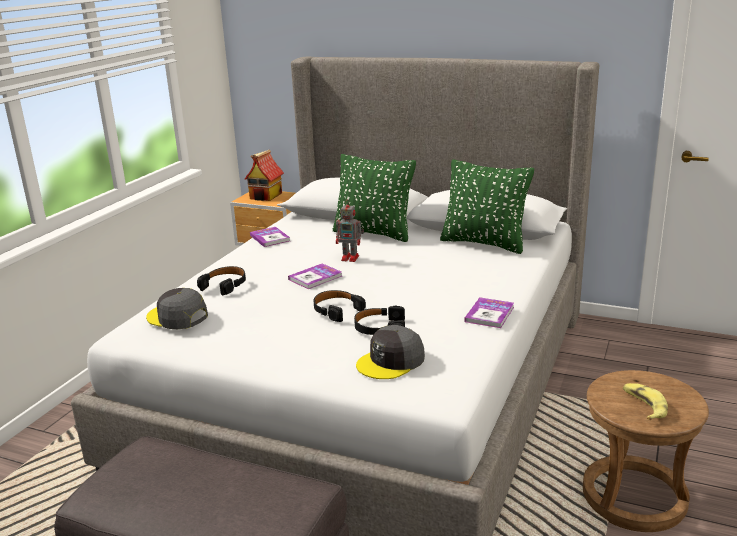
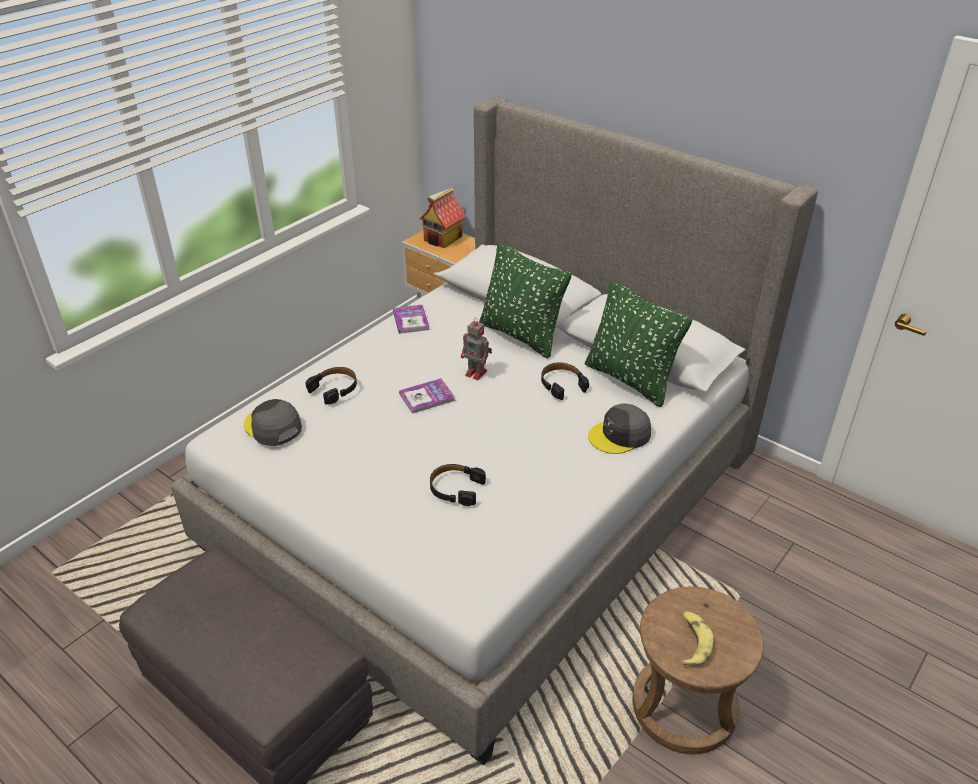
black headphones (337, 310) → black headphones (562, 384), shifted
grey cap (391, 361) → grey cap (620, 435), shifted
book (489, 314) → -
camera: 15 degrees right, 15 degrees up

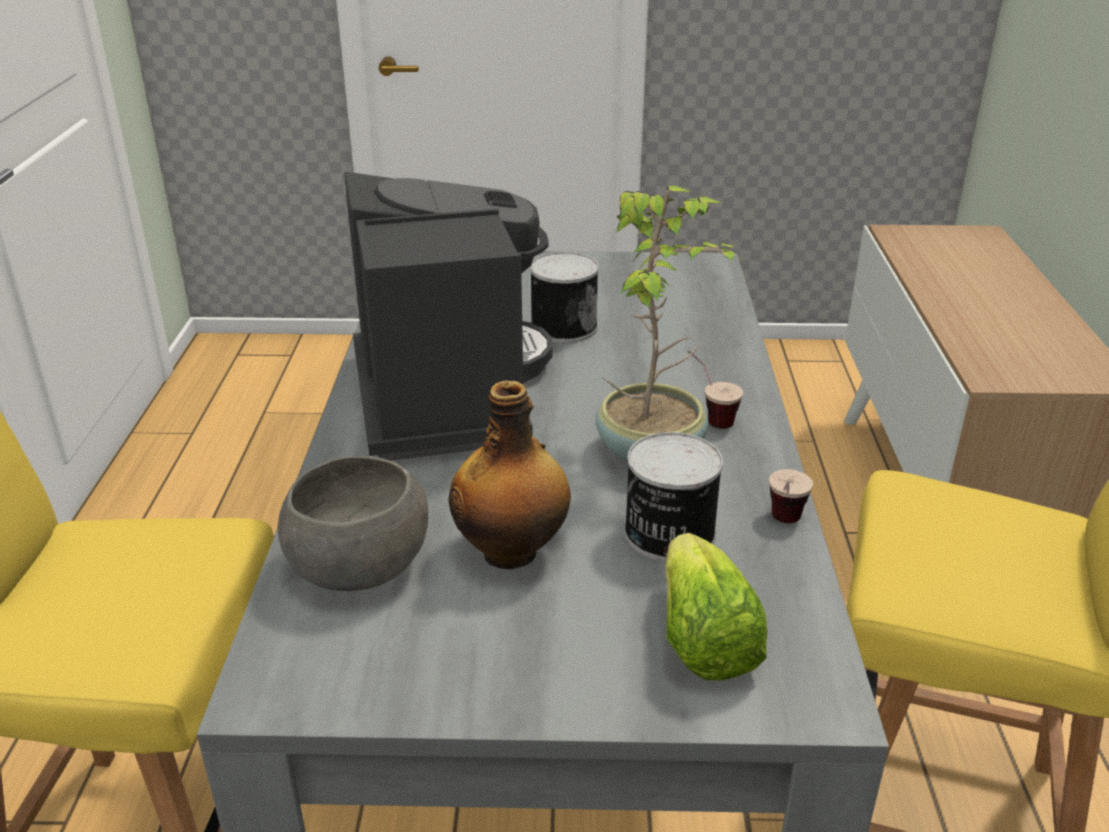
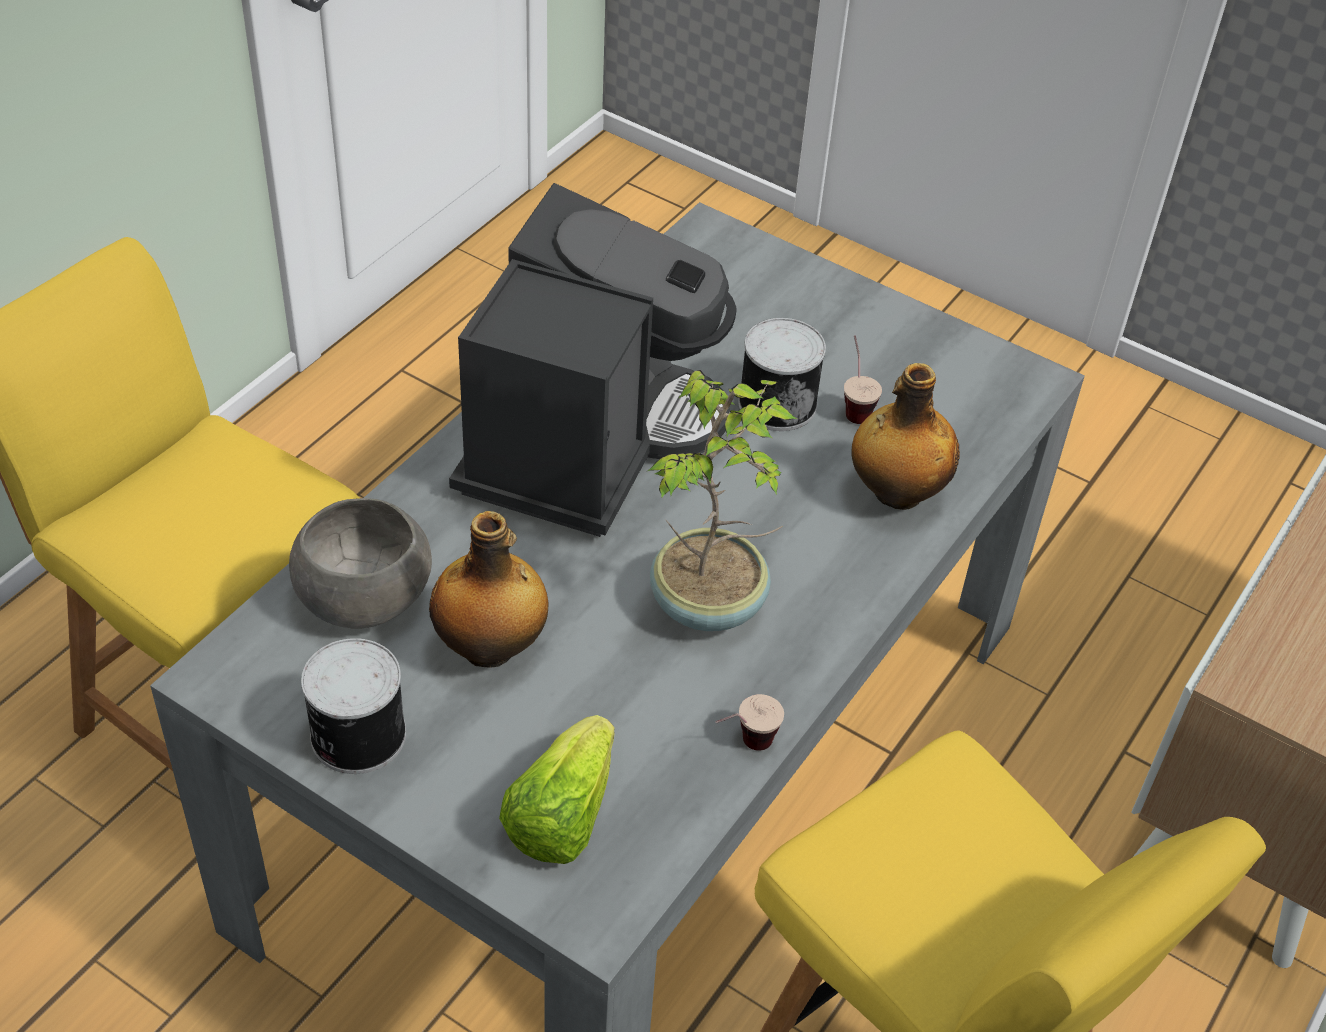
can (668, 534) → can (355, 735), shifted
cup (709, 416) → cup (854, 405), shifted
- → bottle (896, 493)
camera: 30 degrees right, 15 degrees up

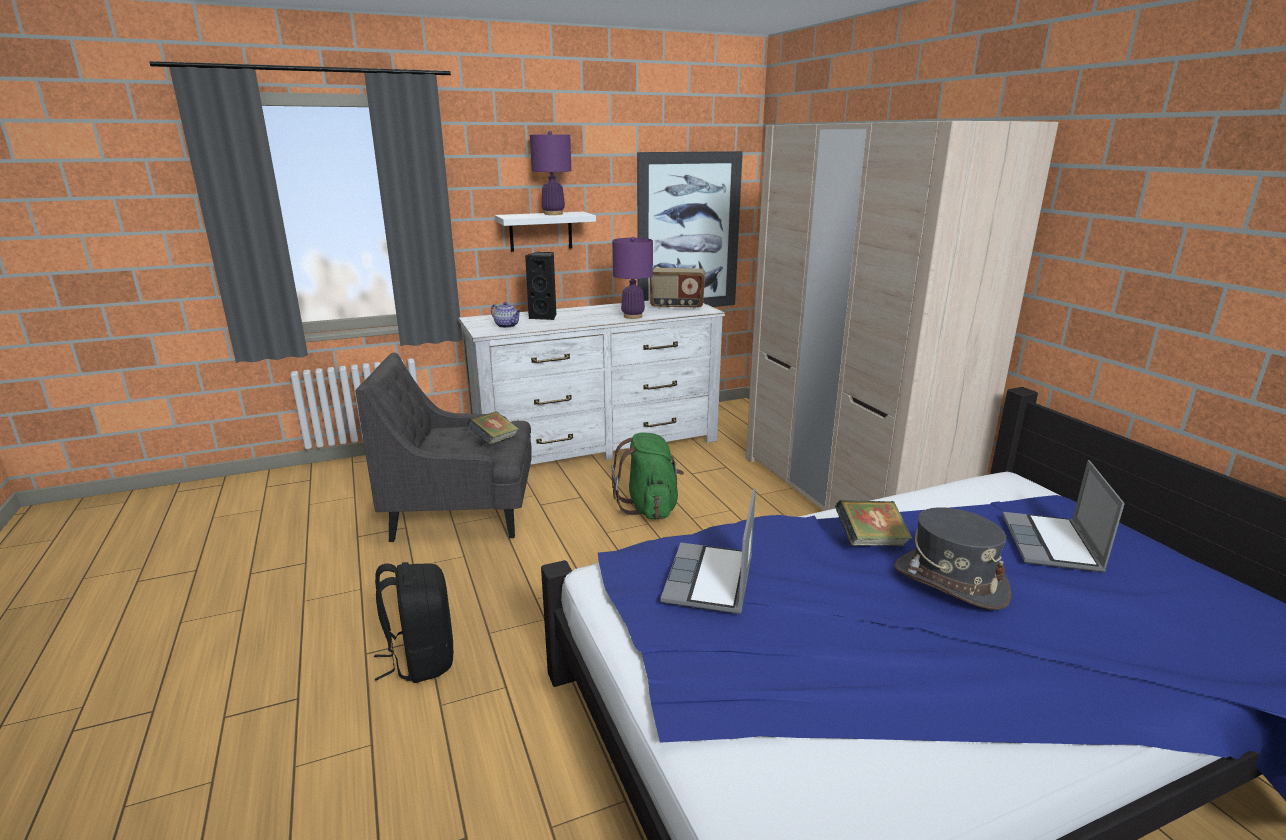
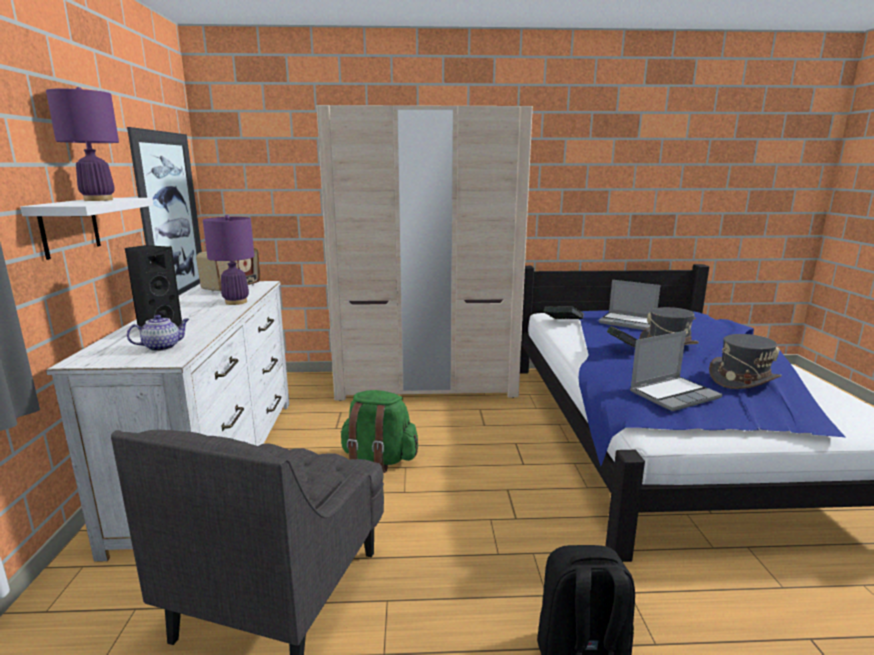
book (494, 441) → book (563, 323), shifted
laptop (710, 581) → laptop (674, 394), 60 degrees counterclockwise
- → grey hat (742, 379)
camera: 70 degrees left, 5 degrees down

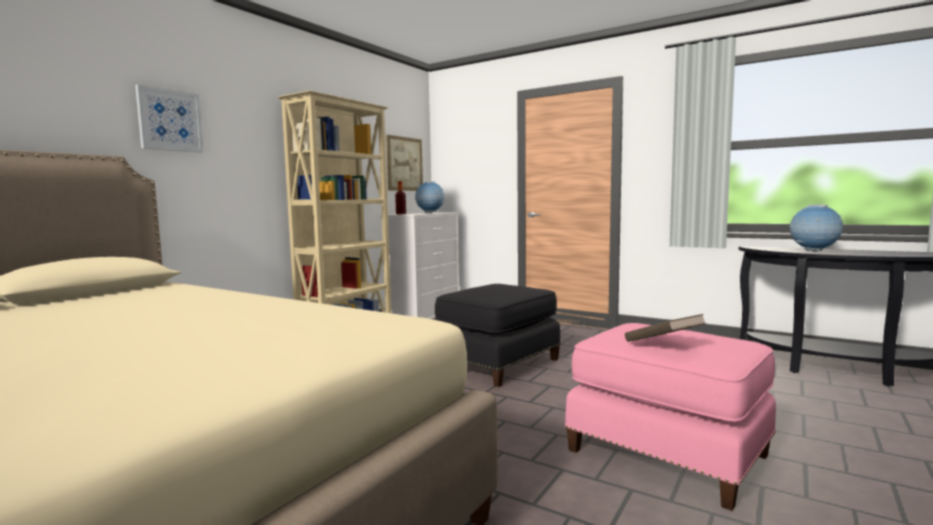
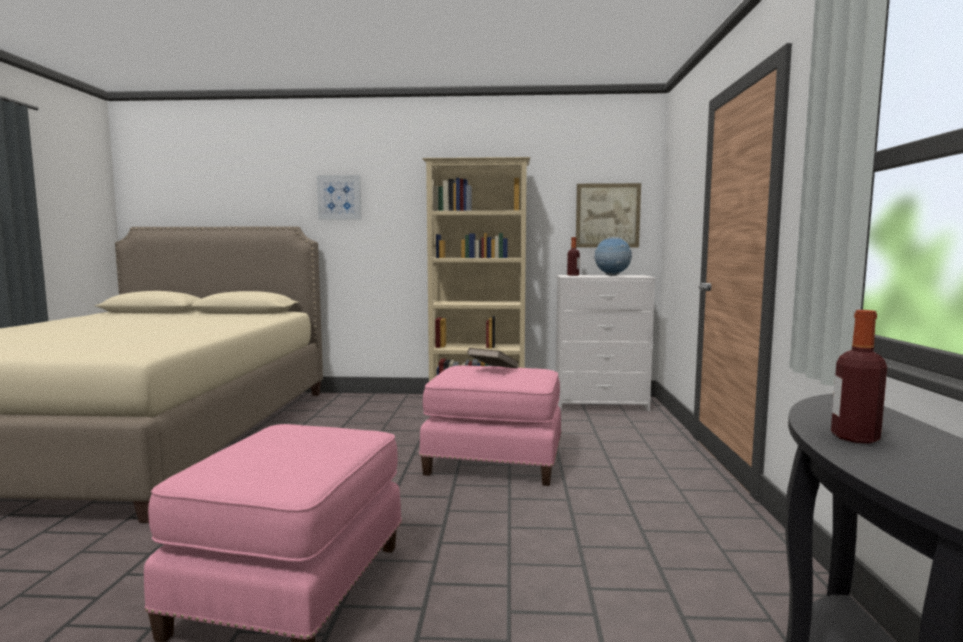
black ottoman (497, 363) → pink ottoman (494, 461)
brown book (663, 344) → brown book (493, 370), shifted
globe (814, 251) → bottle (854, 438)
camera: 60 degrees right, 0 degrees up

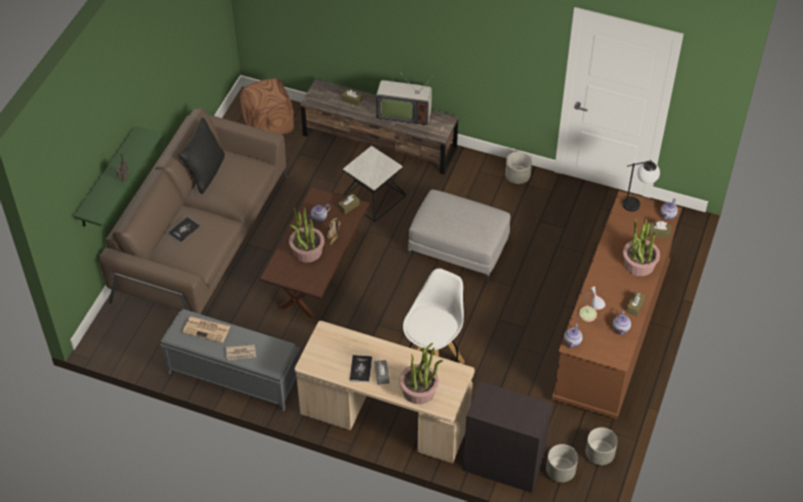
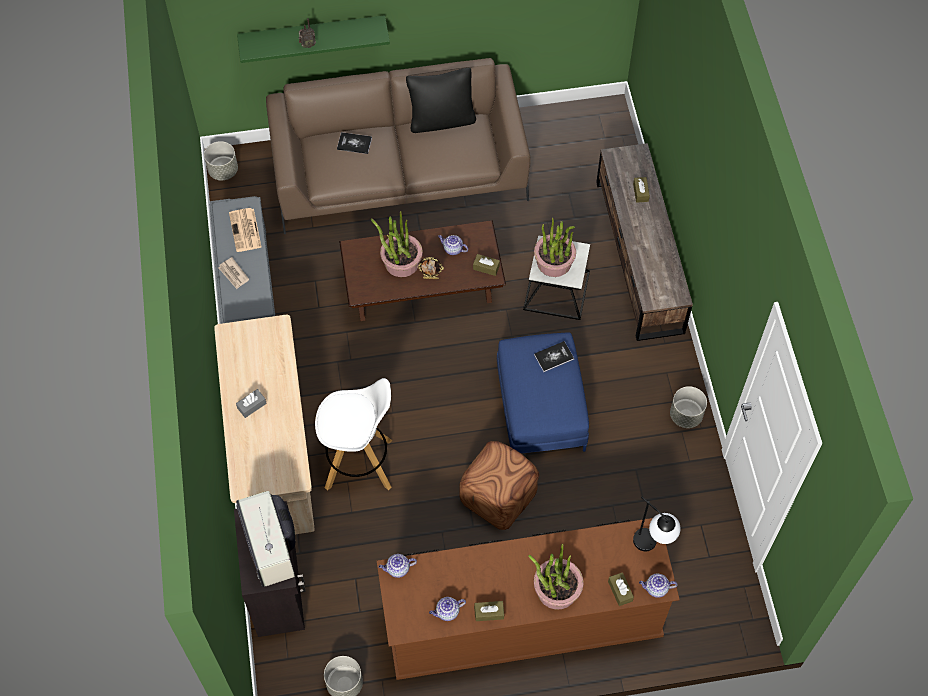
brown ottoman (268, 125) → brown ottoman (497, 497), shifted
book (360, 369) → book (554, 357), shifted
television (403, 114) → television (272, 546), shifted
potted plant (419, 390) → potted plant (554, 262), shifted
grey ottoman (458, 248) → blue ottoman (539, 407)
grey planter (560, 471) → grey planter (223, 170), shifted
table lamp (590, 317) → -
camera: 60 degrees right, 10 degrees up

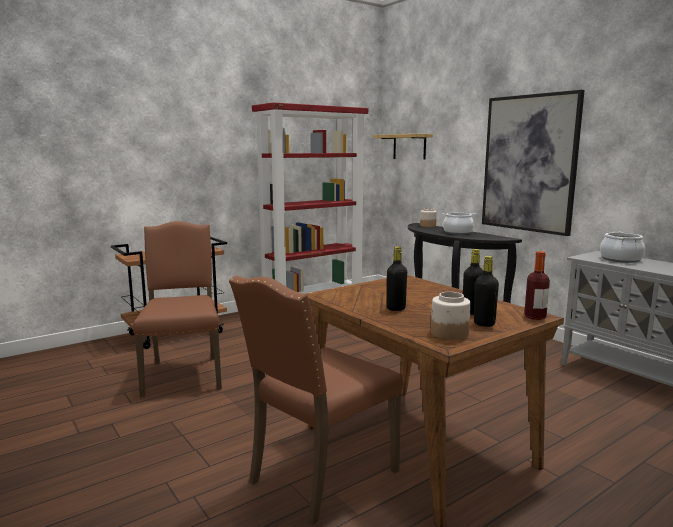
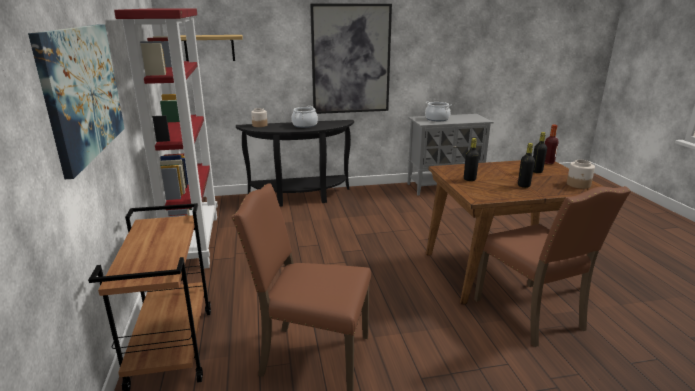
black bottle (484, 324) → black bottle (469, 179), shifted
- → picture (83, 92)
camera: 65 degrees left, 10 degrees up

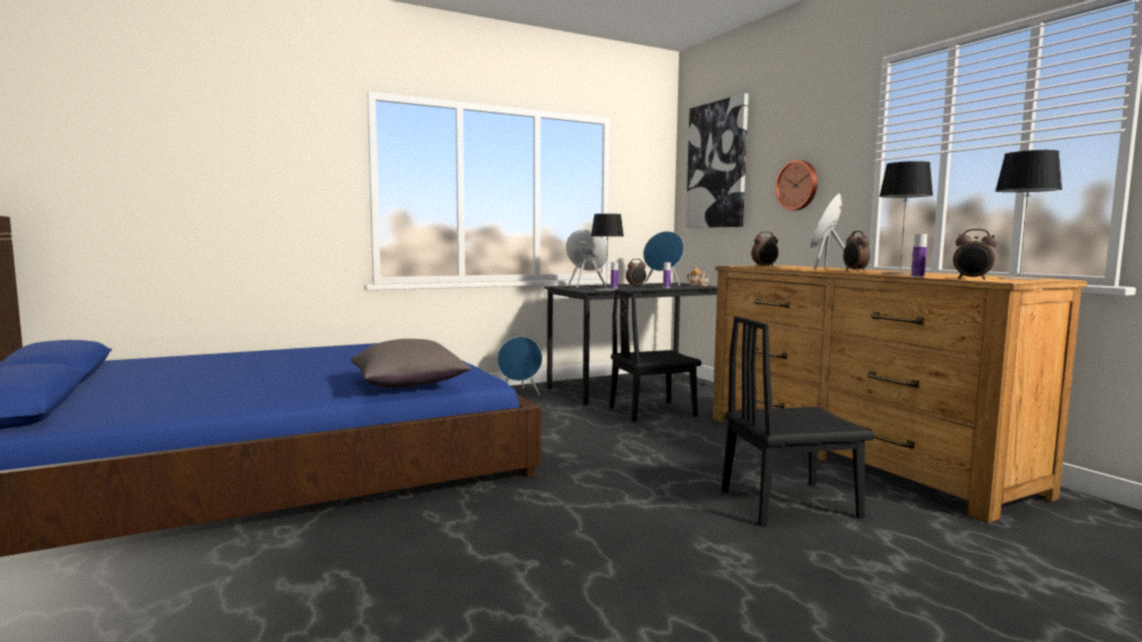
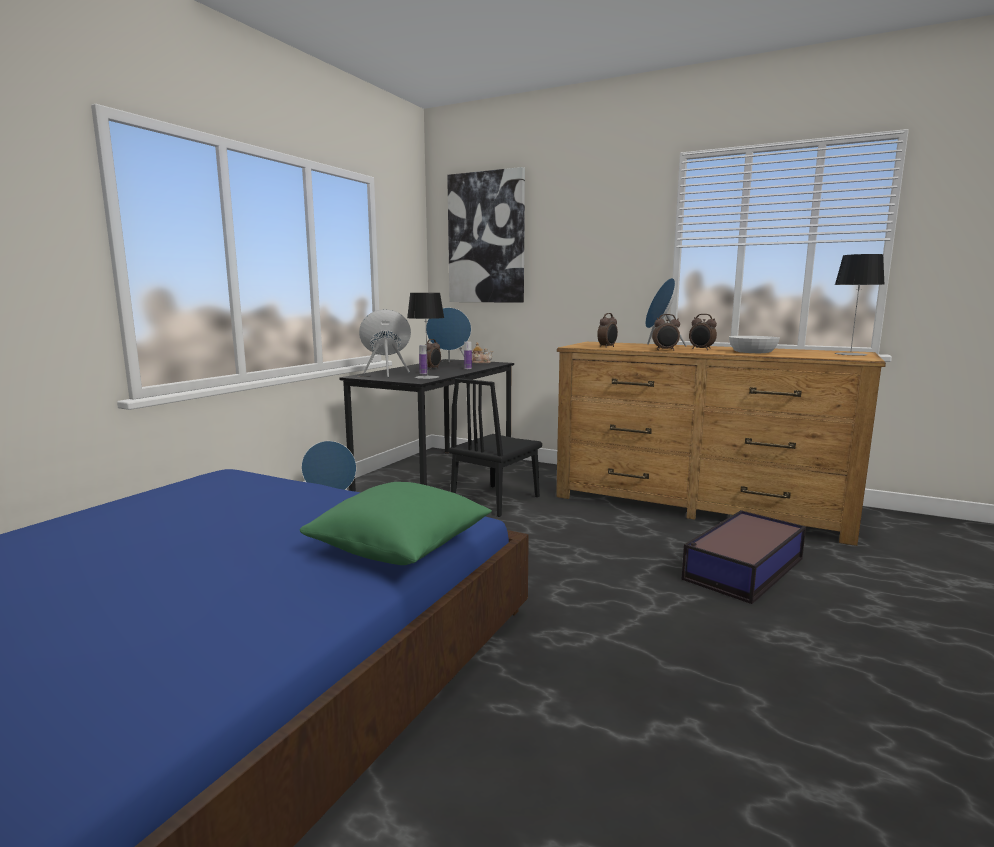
grey pillow (409, 385) → green pillow (401, 548)
black chair (789, 503) → storage box (742, 569)
wall clock (798, 185) → -
table lamp (900, 273) → white bowl (752, 352)
bottle (917, 276) → -
alarm clock (972, 279) → alarm clock (665, 350), shifted
camera: 35 degrees left, 5 degrees up

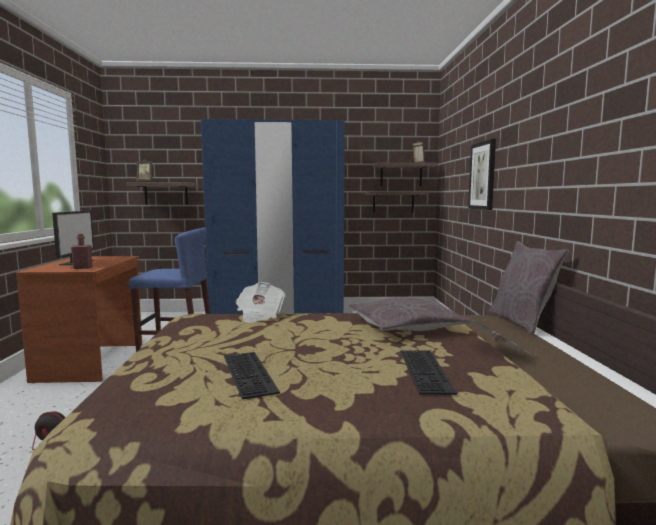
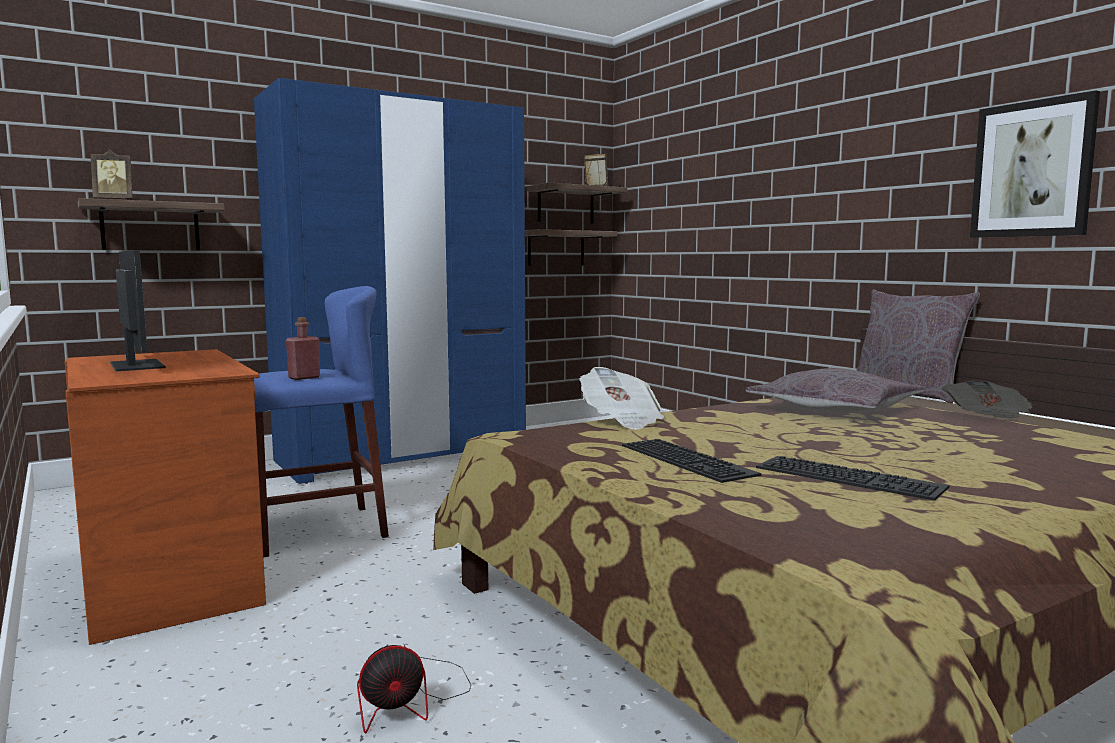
red bottle (83, 268) → red bottle (304, 378), shifted
keyboard (427, 371) → keyboard (690, 459), shifted
picture (483, 176) → picture (1032, 169), shifted
camera: 30 degrees left, 0 degrees up

